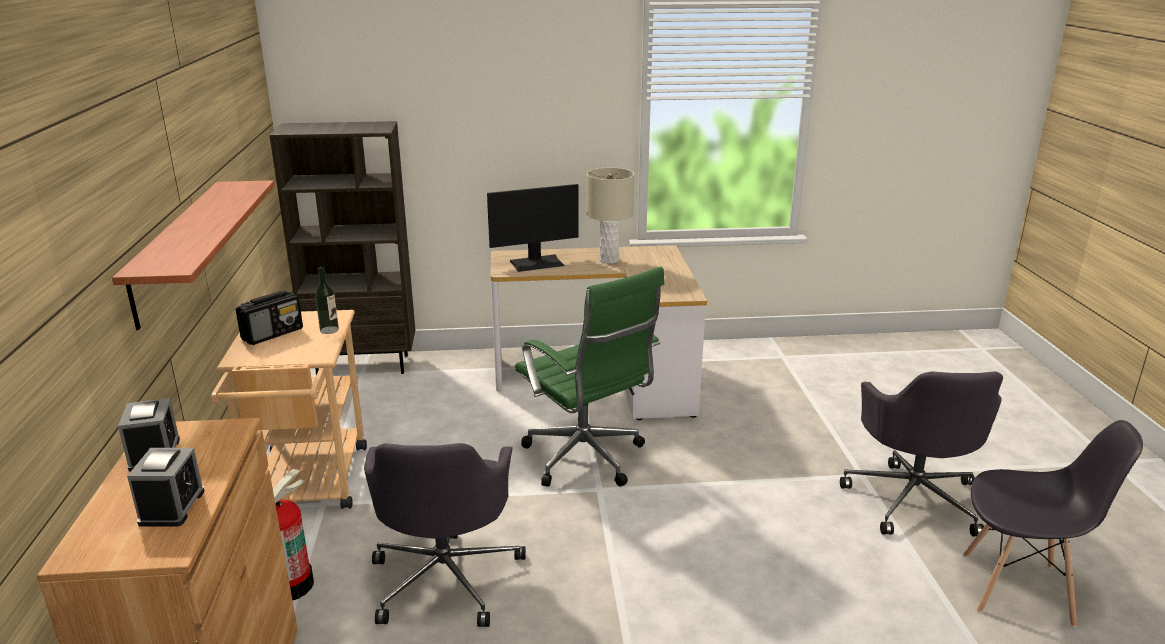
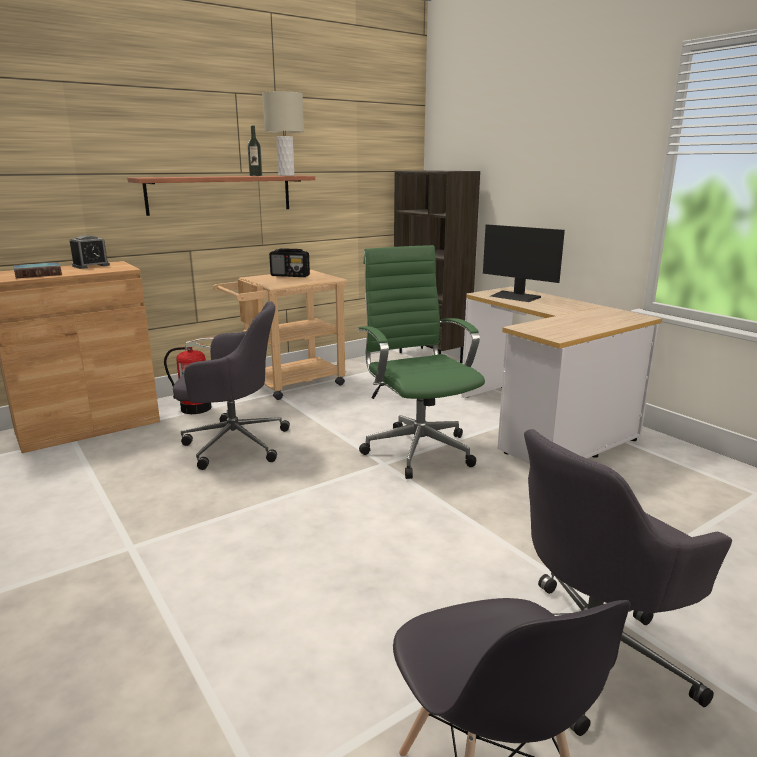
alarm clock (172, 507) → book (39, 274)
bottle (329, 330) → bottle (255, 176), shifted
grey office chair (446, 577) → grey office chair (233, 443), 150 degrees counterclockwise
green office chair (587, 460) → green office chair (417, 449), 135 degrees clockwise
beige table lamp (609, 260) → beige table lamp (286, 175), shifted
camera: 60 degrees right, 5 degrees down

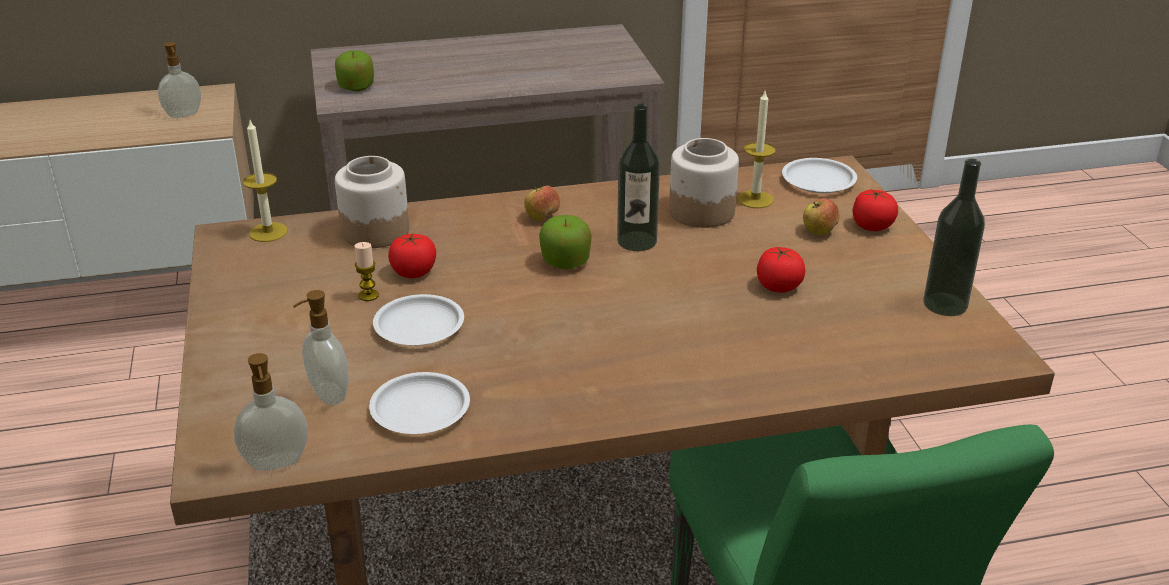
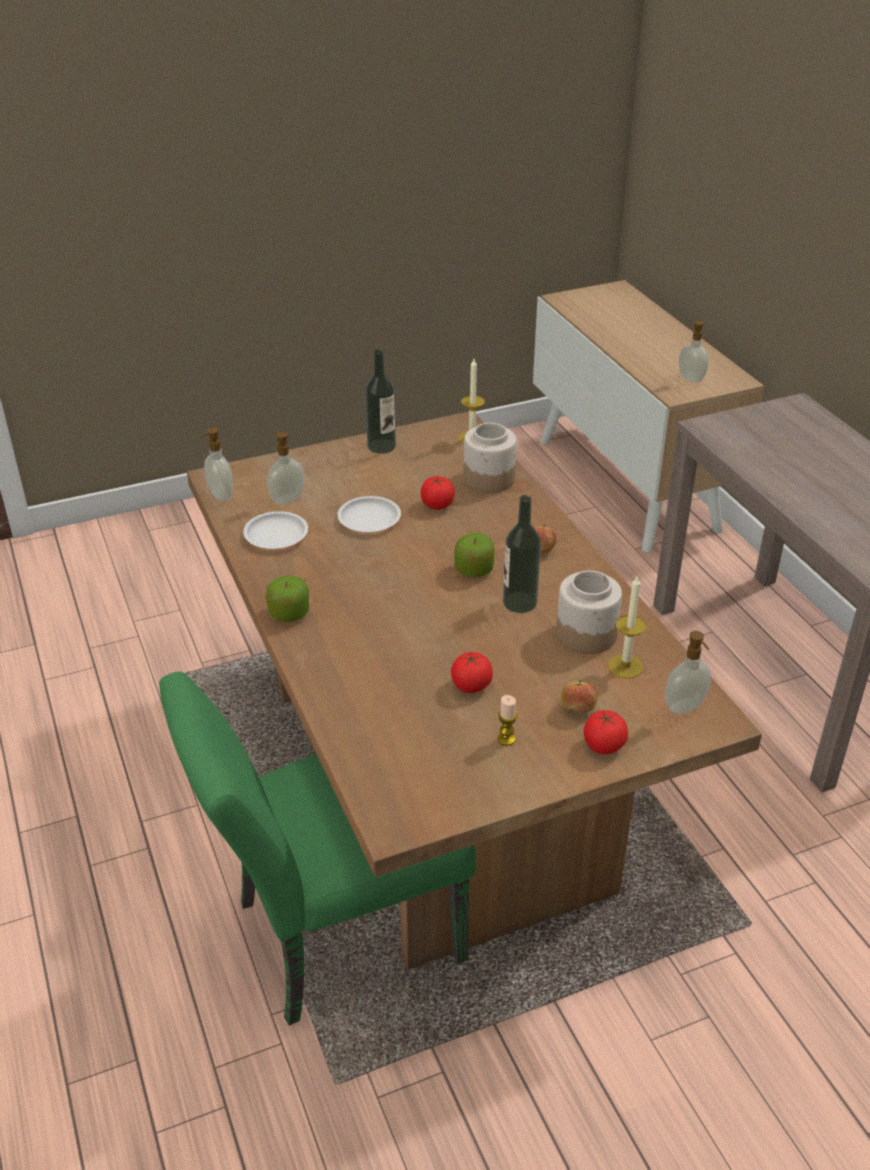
apple (356, 87) → apple (289, 613), shifted
candle (368, 295) → candle (506, 739), shifted
white plate (817, 180) → soap dispenser (685, 707)
bottle (945, 304) → bottle (381, 446), shifted
camera: 80 degrees right, 5 degrees up

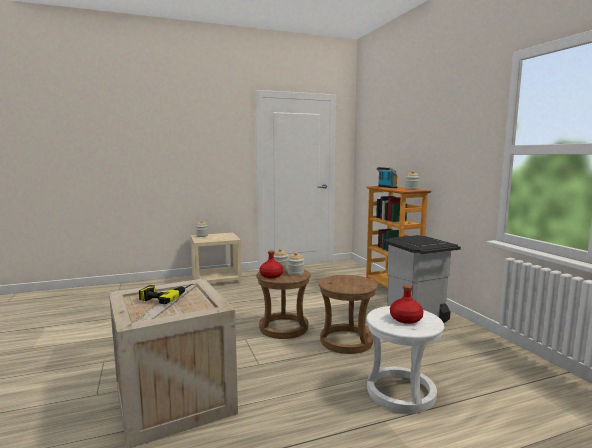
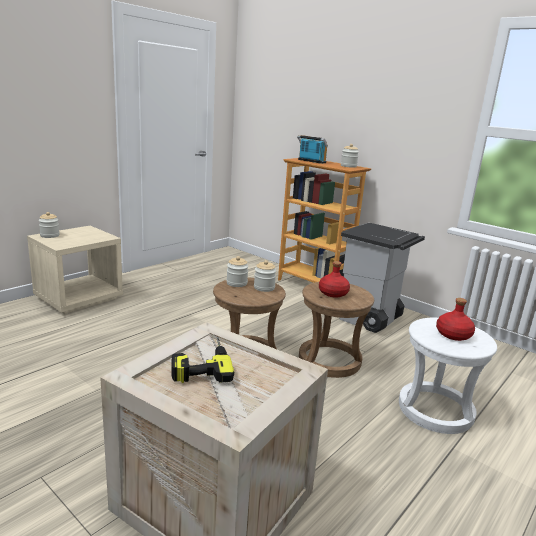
red bottle (271, 276) → red bottle (333, 293), shifted
camera: 30 degrees left, 10 degrees up

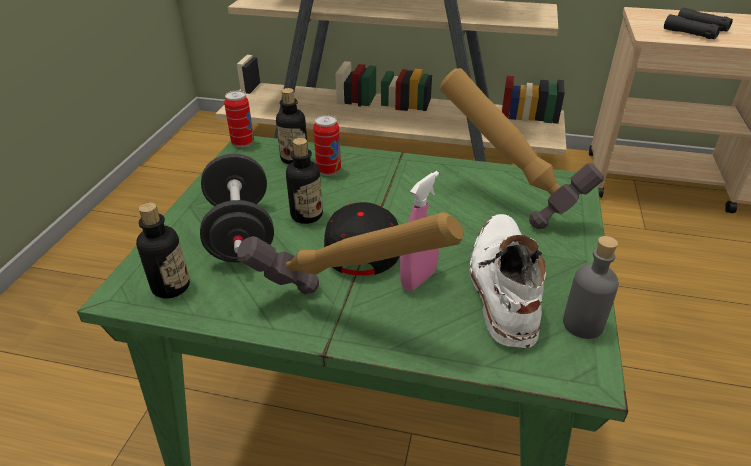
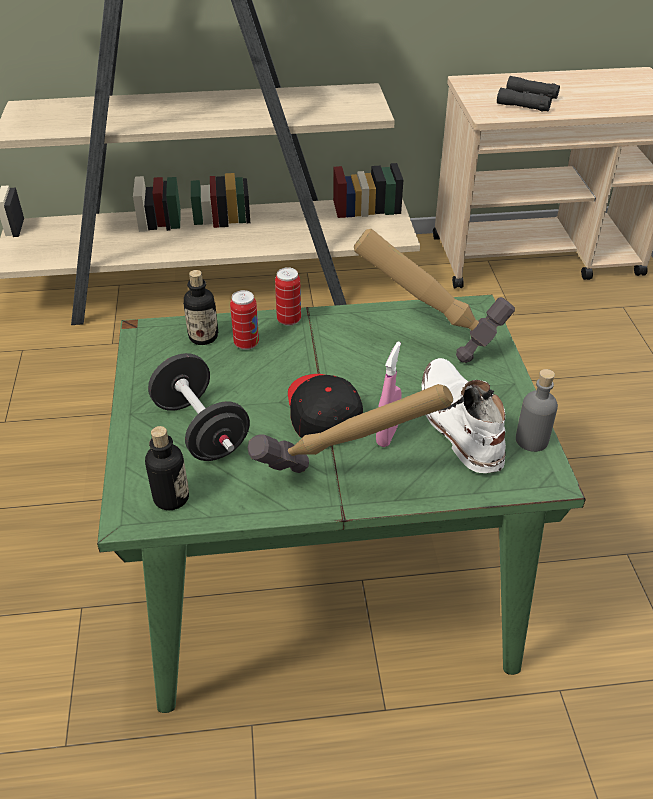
can (243, 143) → can (289, 320), shifted
bottle (306, 215) → -
camera: 20 degrees left, 5 degrees up

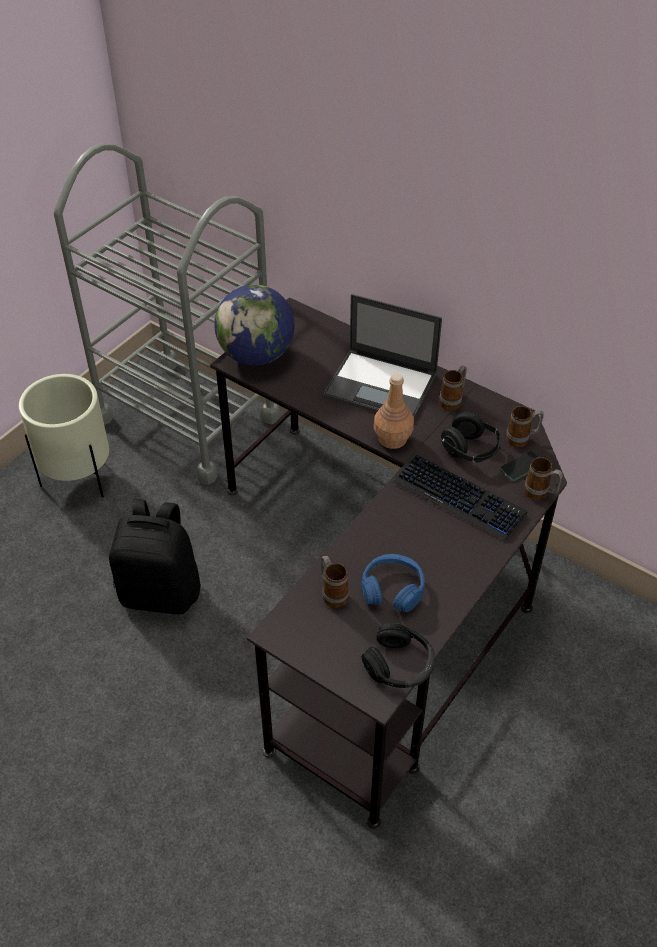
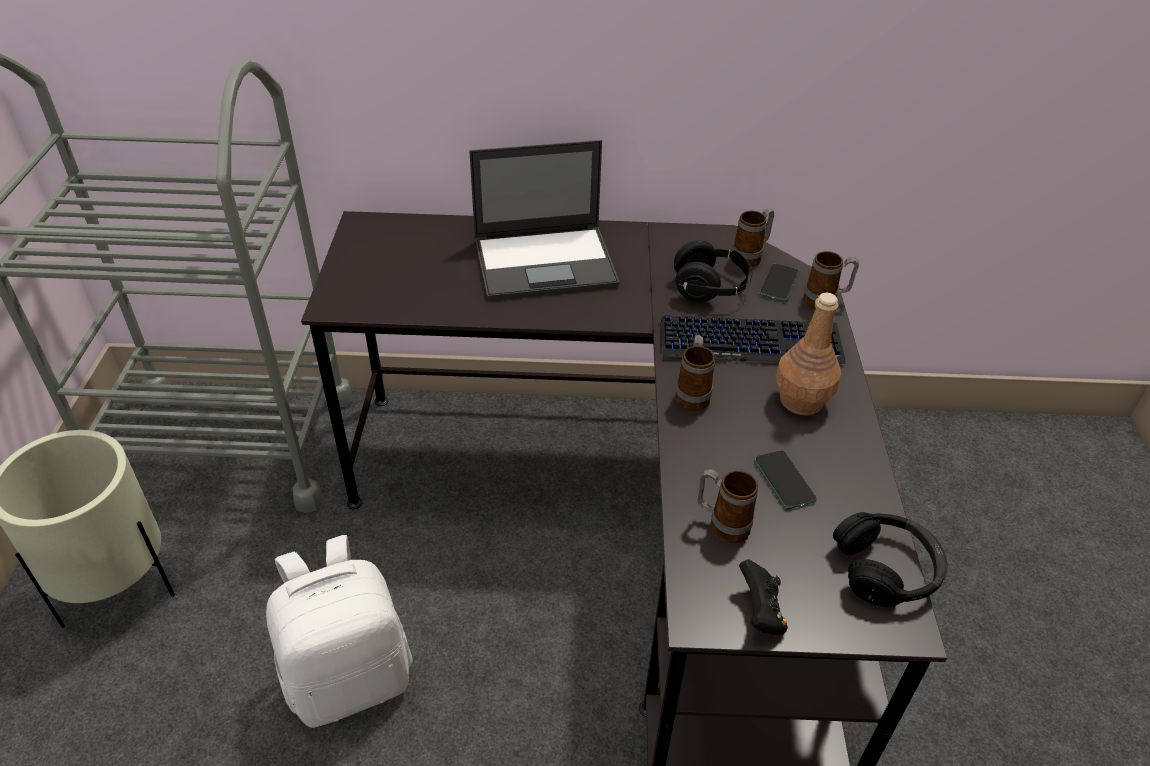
black backpack (161, 592) → white backpack (350, 678)
globe (256, 355) → -
blue headphones (392, 589) → phone (784, 480)
brown bottle (392, 439) → brown bottle (801, 401), shifted
mug (453, 400) → mug (692, 394), shifted
- → black game controller (760, 612)
camera: 35 degrees left, 5 degrees down

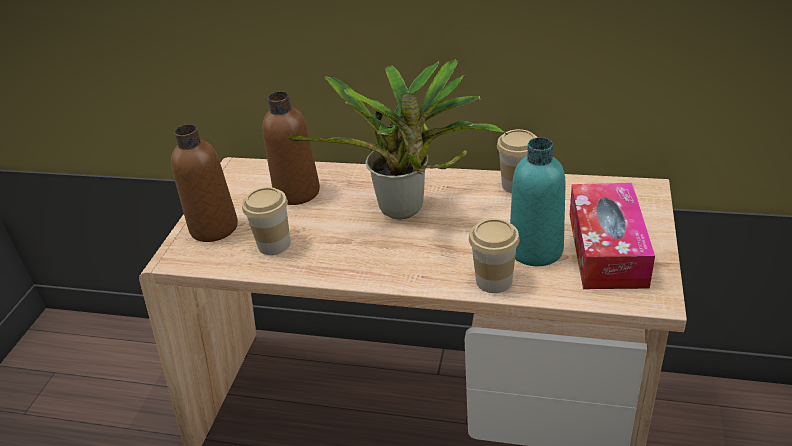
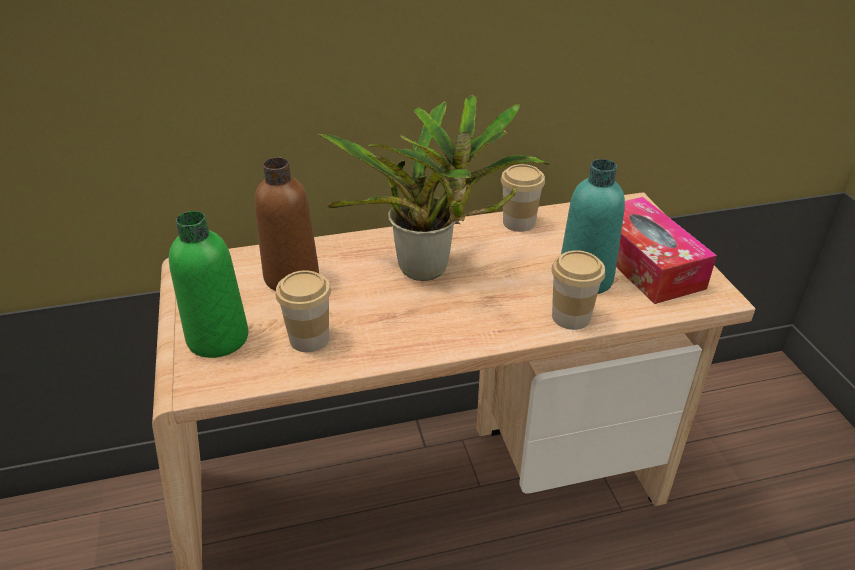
brown bottle (214, 228) → green bottle (218, 338)
camera: 30 degrees left, 0 degrees up

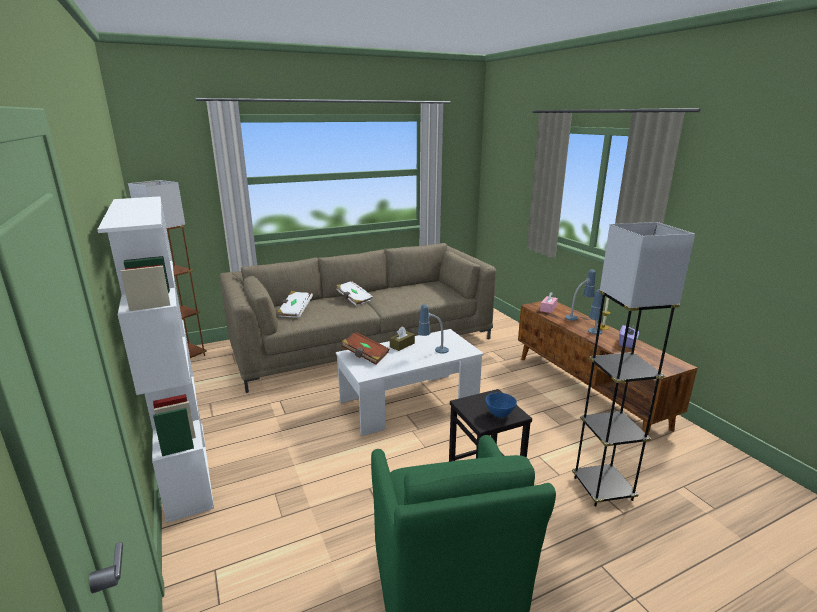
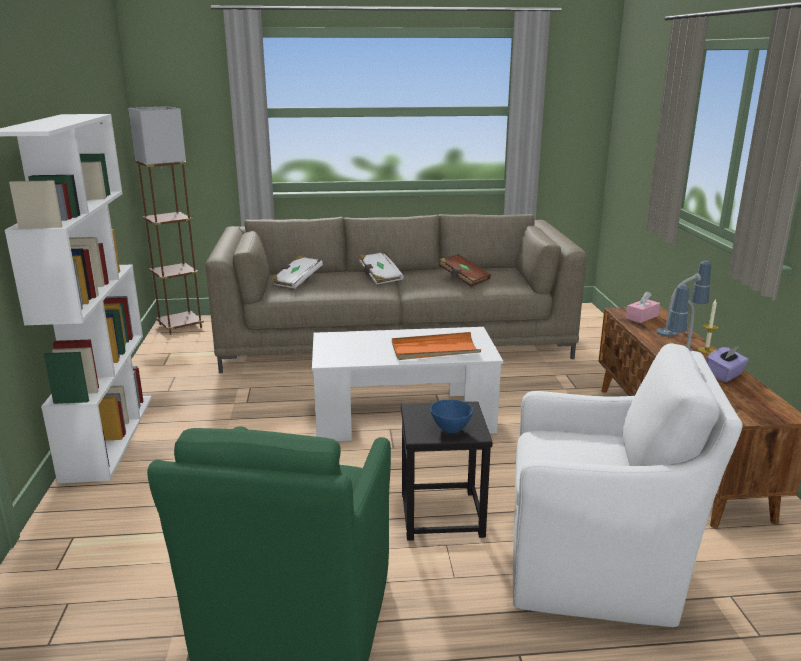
brown book (365, 356) → brown book (463, 279), shifted
brown tissue box (402, 345) → -
table lamp (433, 352) → orange tray (434, 350)
grey floor lamp (603, 489) → white armchair (596, 569)
camera: 20 degrees right, 0 degrees up

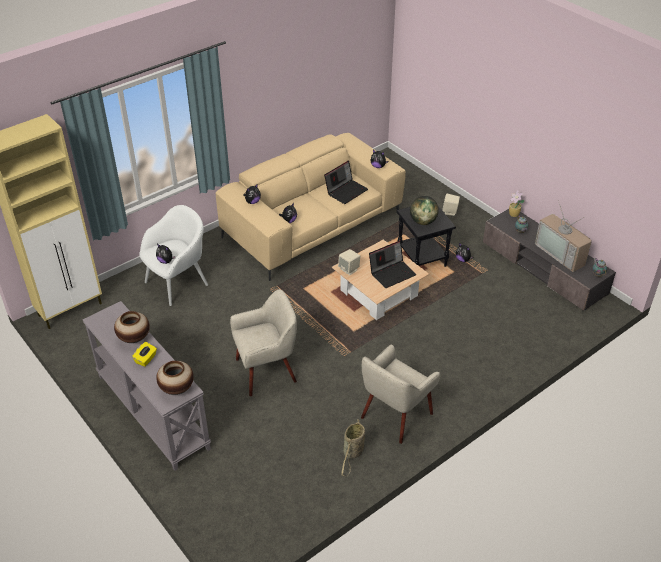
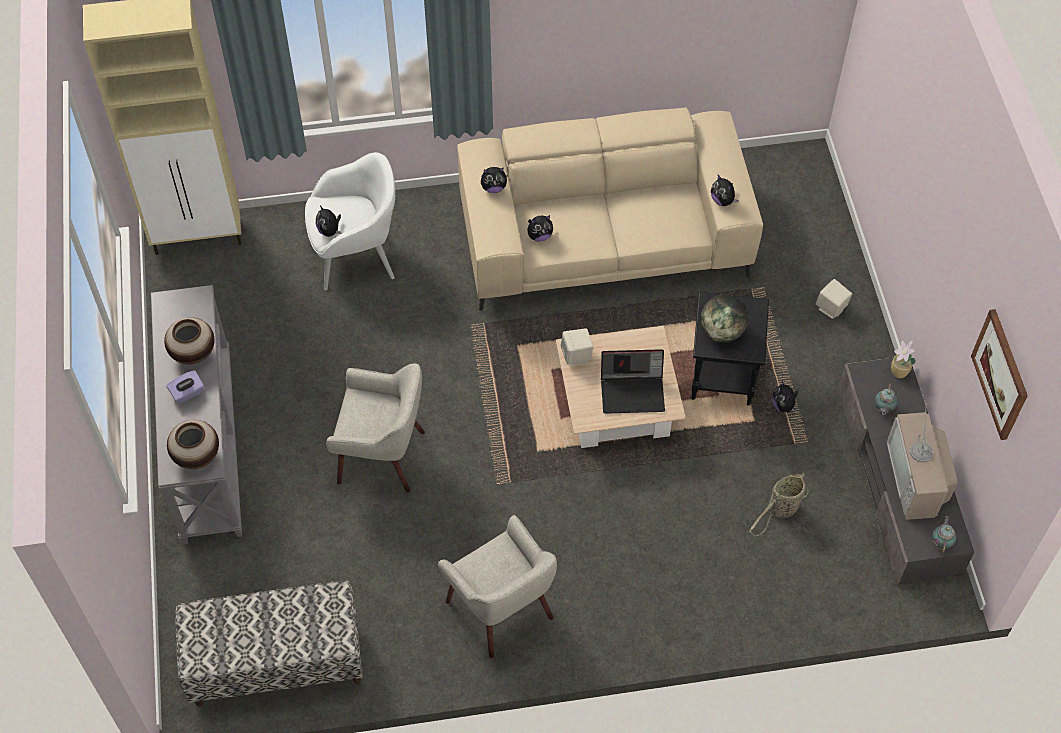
yellow tissue box (146, 359) → purple tissue box (187, 393)
laptop (346, 191) → -
basket (352, 453) → basket (781, 510), shifted
beige armchair (395, 415) → beige armchair (501, 609), 105 degrees counterclockwise
- → bench (276, 662)
- → picture (1001, 374)
camera: 30 degrees right, 15 degrees up

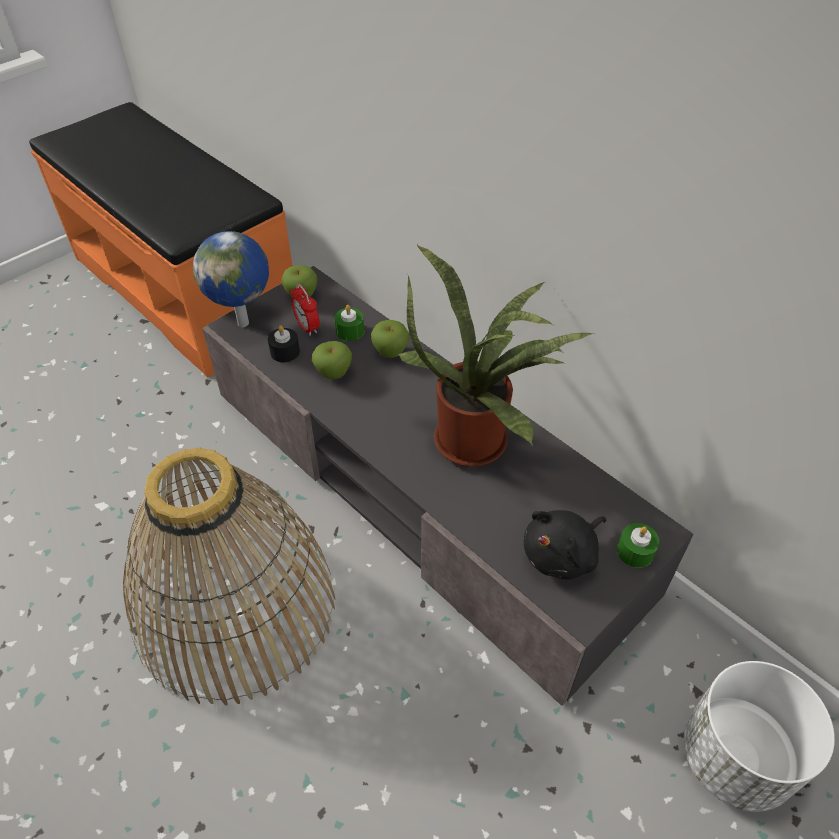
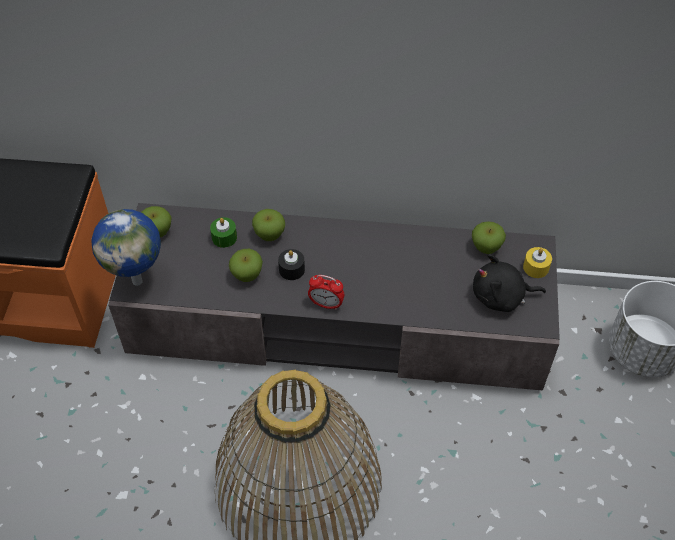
black candle (285, 352) → black candle (291, 269), shifted
alarm clock (307, 327) → alarm clock (326, 304), shifted
potted plant (477, 439) → -
black plush toy (562, 555) → black plush toy (501, 297), 75 degrees clockwise
green candle (635, 551) → yellow candle (536, 267)
- → apple (486, 247)
camera: 40 degrees left, 5 degrees up

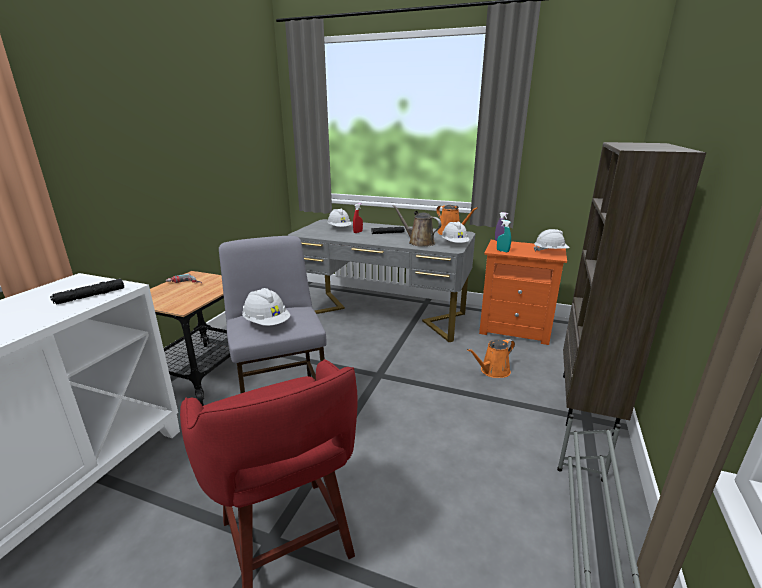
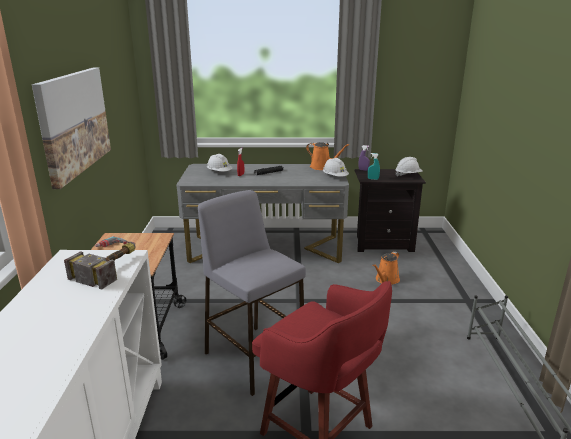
black flashlight (90, 296) → hammer (111, 268)
white hard hat (267, 323) → -
brown watering can (419, 242) → -
orange nightstand (515, 329) → black nightstand (383, 243)
brown bookcase (588, 404) → -
- → picture (74, 122)
camera: 20 degrees left, 0 degrees up

